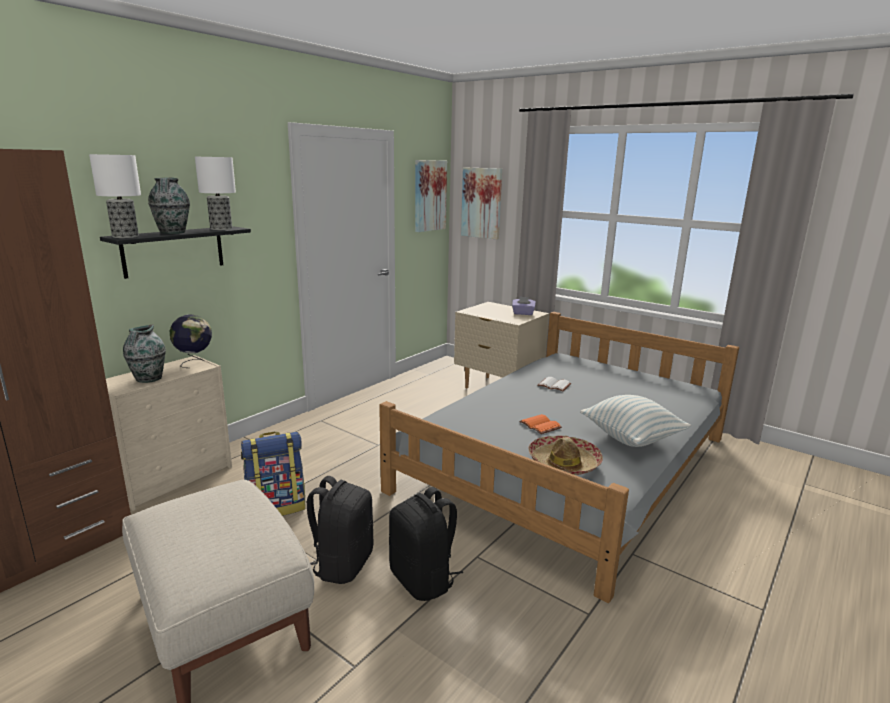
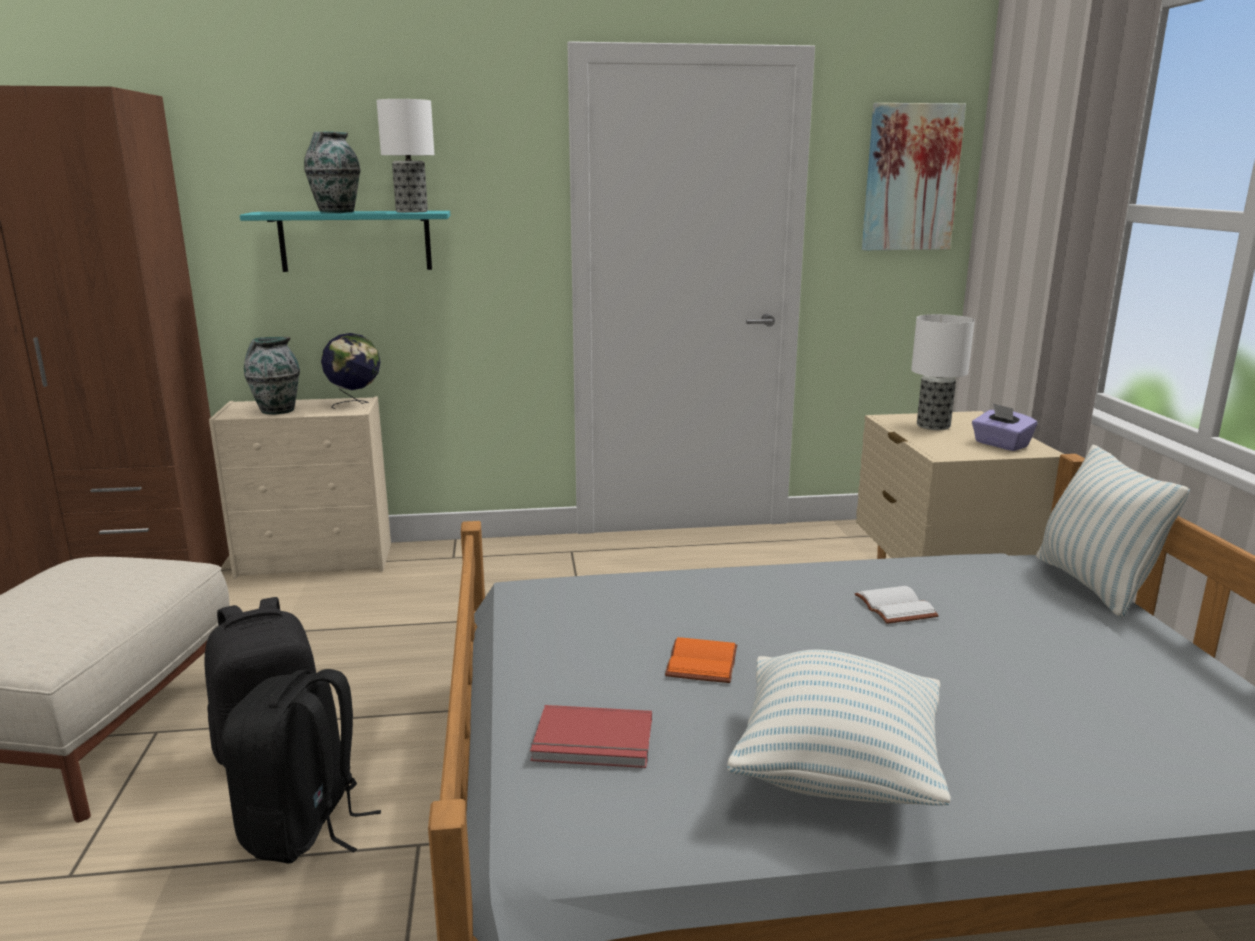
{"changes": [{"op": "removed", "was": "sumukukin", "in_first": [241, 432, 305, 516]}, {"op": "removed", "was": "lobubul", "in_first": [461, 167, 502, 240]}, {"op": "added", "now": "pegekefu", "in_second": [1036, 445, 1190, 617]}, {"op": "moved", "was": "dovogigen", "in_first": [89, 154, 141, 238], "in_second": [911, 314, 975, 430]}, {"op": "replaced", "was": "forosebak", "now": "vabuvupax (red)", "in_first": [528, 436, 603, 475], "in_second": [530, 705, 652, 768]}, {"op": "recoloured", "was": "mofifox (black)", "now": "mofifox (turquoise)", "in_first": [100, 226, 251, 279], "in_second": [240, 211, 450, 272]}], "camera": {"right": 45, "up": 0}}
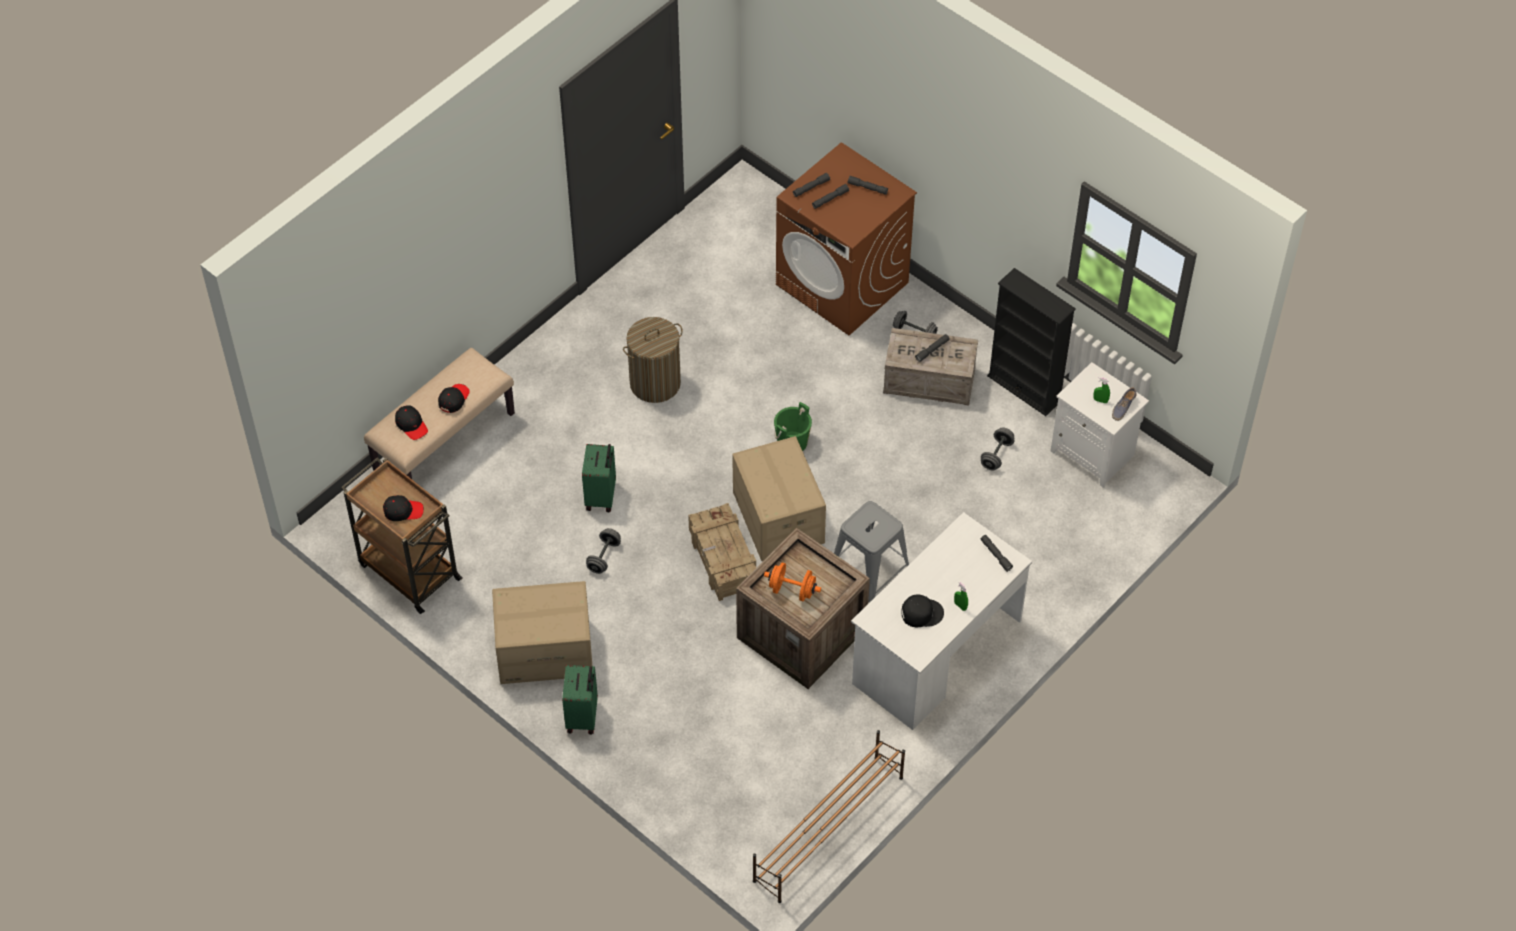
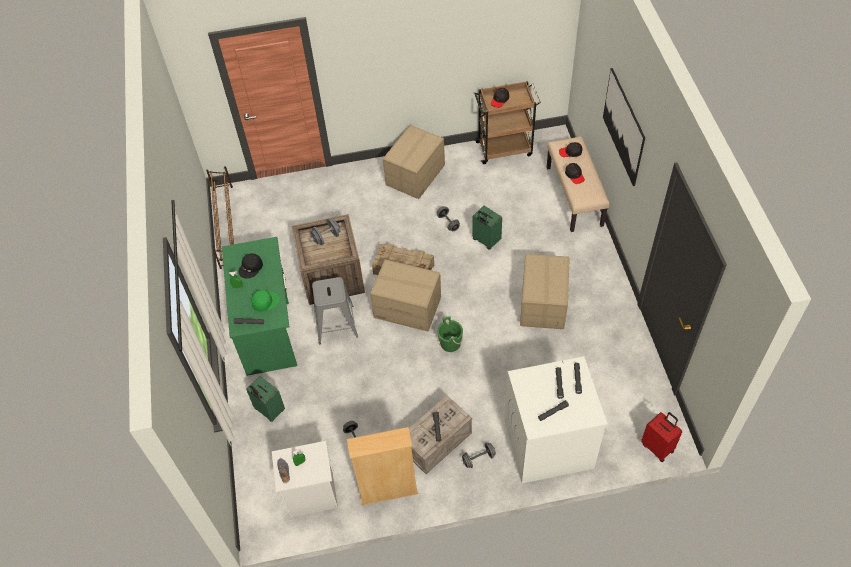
{"changes": [{"op": "added", "now": "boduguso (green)", "in_second": [251, 290, 280, 311]}, {"op": "added", "now": "lobubul", "in_second": [603, 68, 645, 186]}, {"op": "added", "now": "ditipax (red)", "in_second": [641, 412, 682, 462]}, {"op": "moved", "was": "ditipax (green)", "in_first": [562, 665, 598, 734], "in_second": [246, 376, 285, 422]}, {"op": "replaced", "was": "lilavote", "now": "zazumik", "in_first": [623, 317, 683, 403], "in_second": [520, 254, 570, 329]}, {"op": "recoloured", "was": "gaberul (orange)", "now": "gaberul (grey)", "in_first": [764, 562, 821, 601], "in_second": [309, 219, 342, 245]}, {"op": "recoloured", "was": "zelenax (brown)", "now": "zelenax (white)", "in_first": [776, 142, 917, 335], "in_second": [504, 356, 608, 483]}, {"op": "recoloured", "was": "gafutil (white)", "now": "gafutil (green)", "in_first": [851, 512, 1032, 730], "in_second": [222, 237, 297, 376]}, {"op": "recoloured", "was": "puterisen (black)", "now": "puterisen (beige)", "in_first": [987, 268, 1076, 416], "in_second": [347, 427, 418, 505]}], "camera": {"right": 130, "up": 0}}
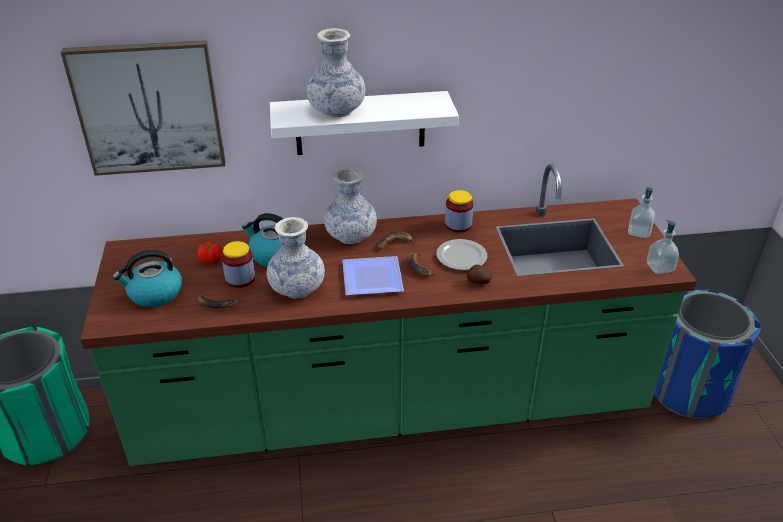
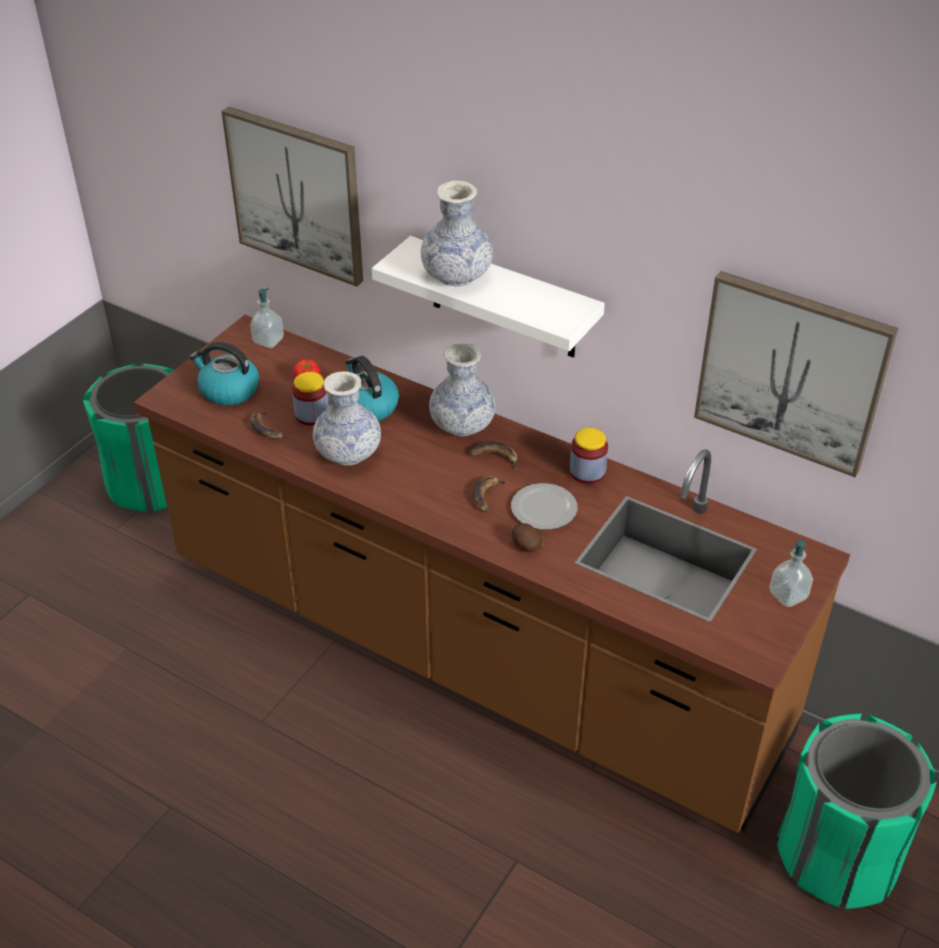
{"changes": [{"op": "removed", "was": "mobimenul", "in_first": [342, 256, 404, 296]}, {"op": "added", "now": "lobubul", "in_second": [694, 271, 898, 477]}, {"op": "moved", "was": "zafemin", "in_first": [647, 220, 679, 274], "in_second": [250, 288, 284, 348]}, {"op": "recoloured", "was": "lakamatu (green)", "now": "lakamatu (brown)", "in_first": [81, 164, 697, 466], "in_second": [134, 315, 850, 833]}, {"op": "recoloured", "was": "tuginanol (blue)", "now": "tuginanol (green)", "in_first": [654, 290, 761, 419], "in_second": [777, 713, 937, 909]}], "camera": {"right": 40, "up": 5}}
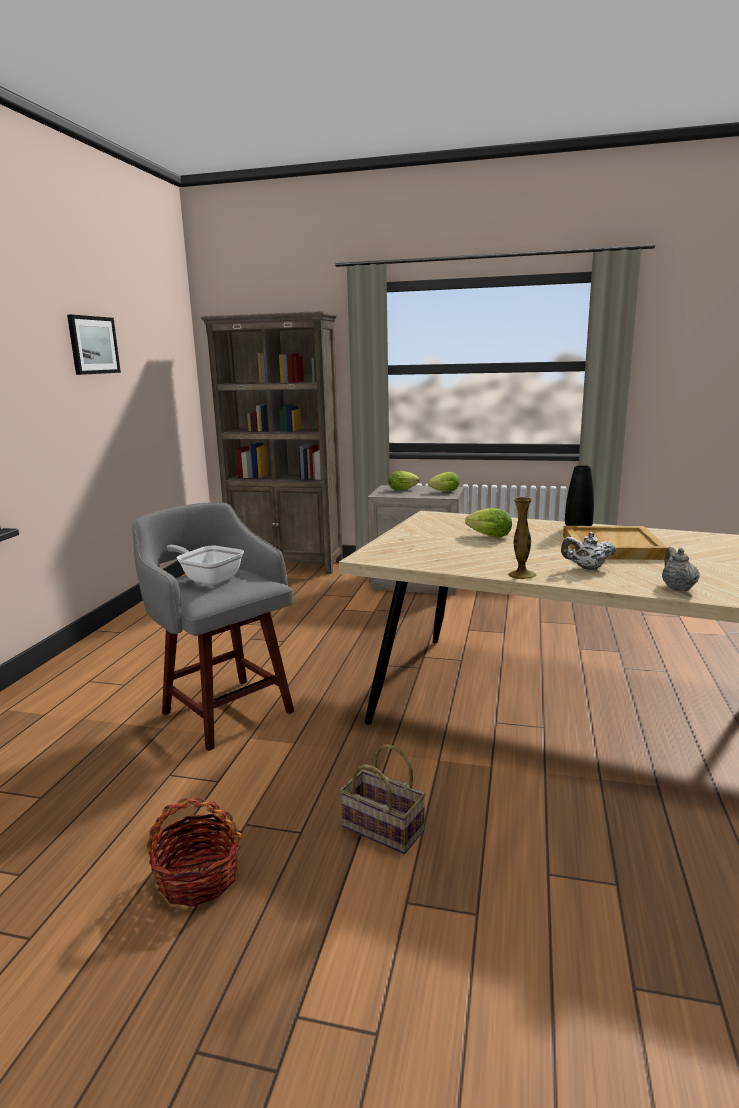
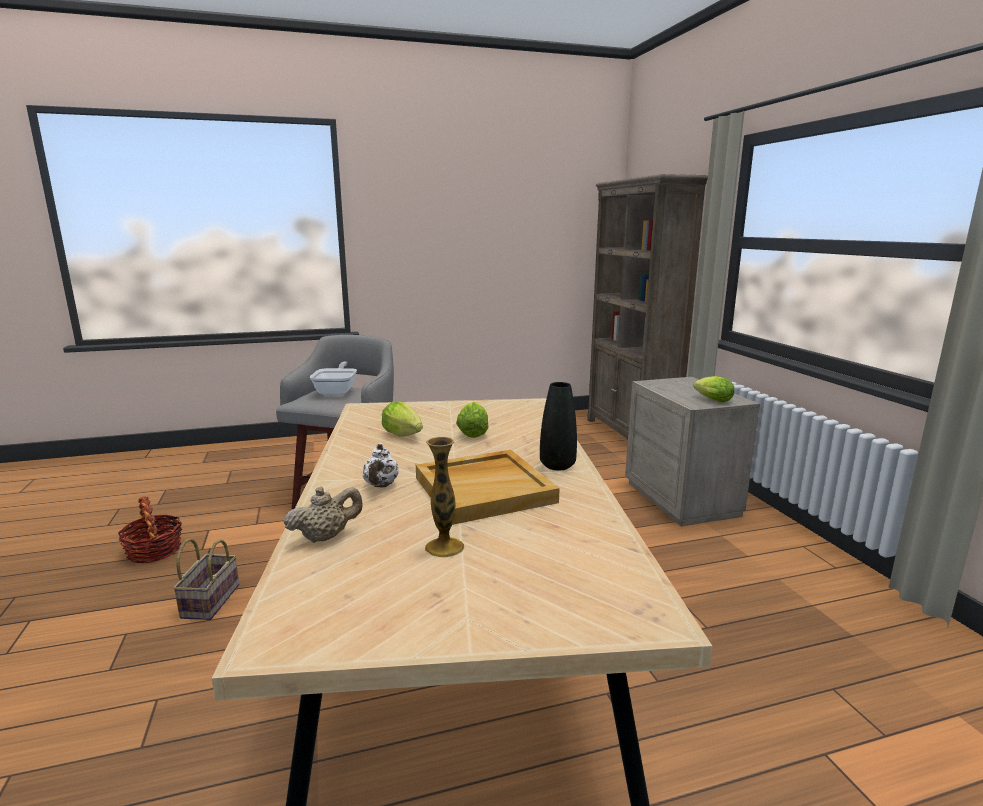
{"changes": [{"op": "removed", "was": "lobubul", "in_first": [67, 314, 121, 375]}, {"op": "moved", "was": "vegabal", "in_first": [389, 471, 419, 490], "in_second": [382, 401, 423, 436]}, {"op": "moved", "was": "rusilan", "in_first": [508, 497, 536, 579], "in_second": [425, 437, 464, 558]}, {"op": "turned", "was": "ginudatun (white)", "in_first": [561, 532, 616, 570], "in_second": [362, 443, 398, 487], "clockwise": -150}], "camera": {"right": 60, "up": 0}}
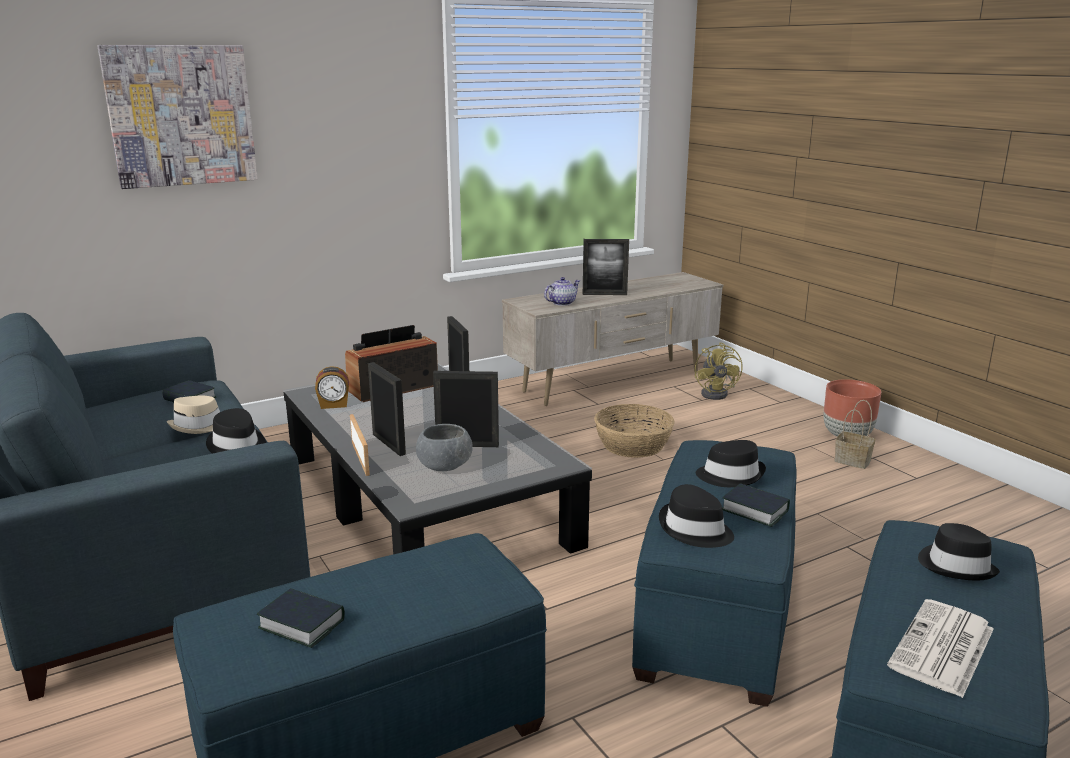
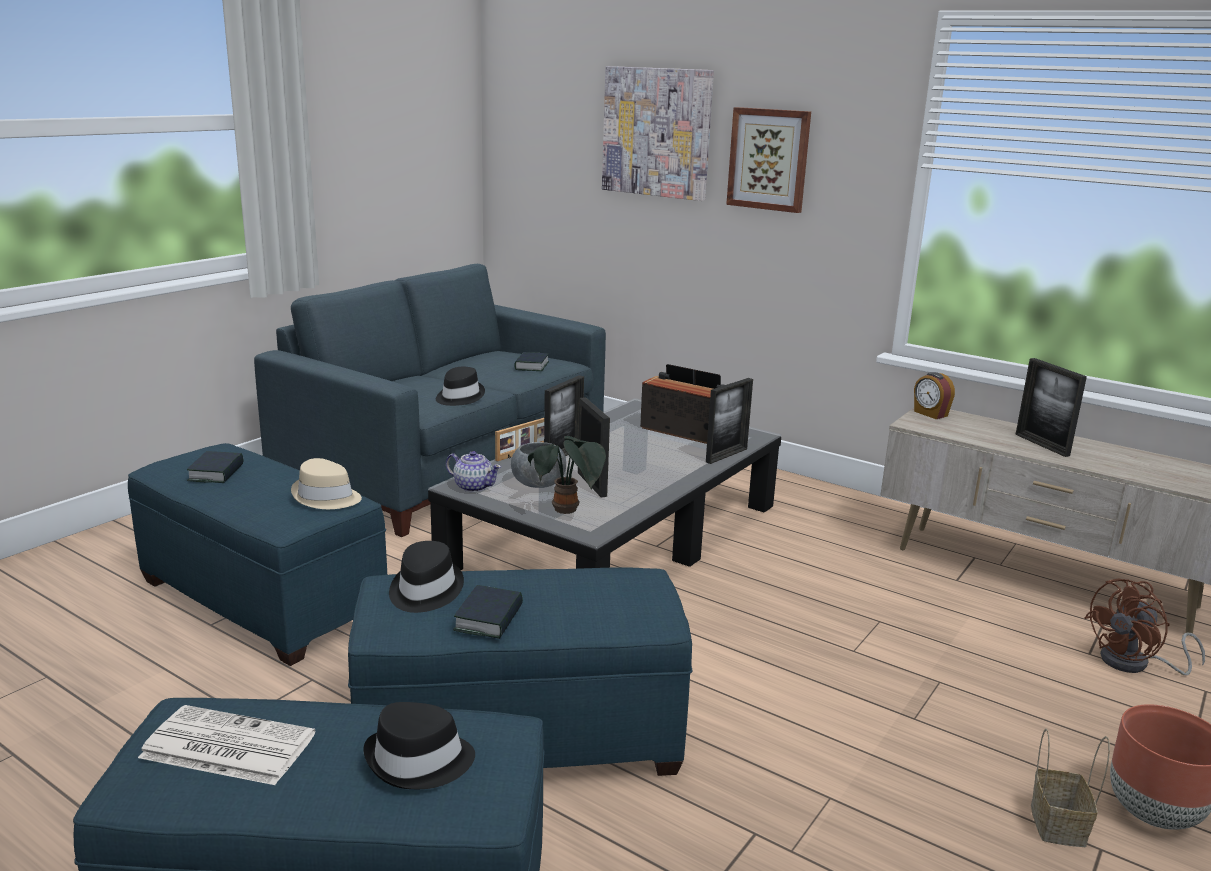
{"changes": [{"op": "removed", "was": "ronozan", "in_first": [594, 404, 674, 458]}, {"op": "removed", "was": "forosebak (black)", "in_first": [696, 440, 766, 487]}, {"op": "added", "now": "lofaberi", "in_second": [528, 436, 606, 514]}, {"op": "added", "now": "lobubul", "in_second": [726, 107, 811, 213]}, {"op": "moved", "was": "forosebak (beige)", "in_first": [167, 396, 220, 434], "in_second": [291, 458, 362, 509]}, {"op": "moved", "was": "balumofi", "in_first": [315, 366, 349, 409], "in_second": [914, 372, 955, 419]}, {"op": "moved", "was": "ginudatun", "in_first": [544, 277, 580, 306], "in_second": [446, 451, 501, 492]}, {"op": "recoloured", "was": "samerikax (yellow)", "now": "samerikax (brown)", "in_first": [694, 342, 742, 400], "in_second": [1084, 579, 1205, 675]}], "camera": {"right": 65, "up": 0}}
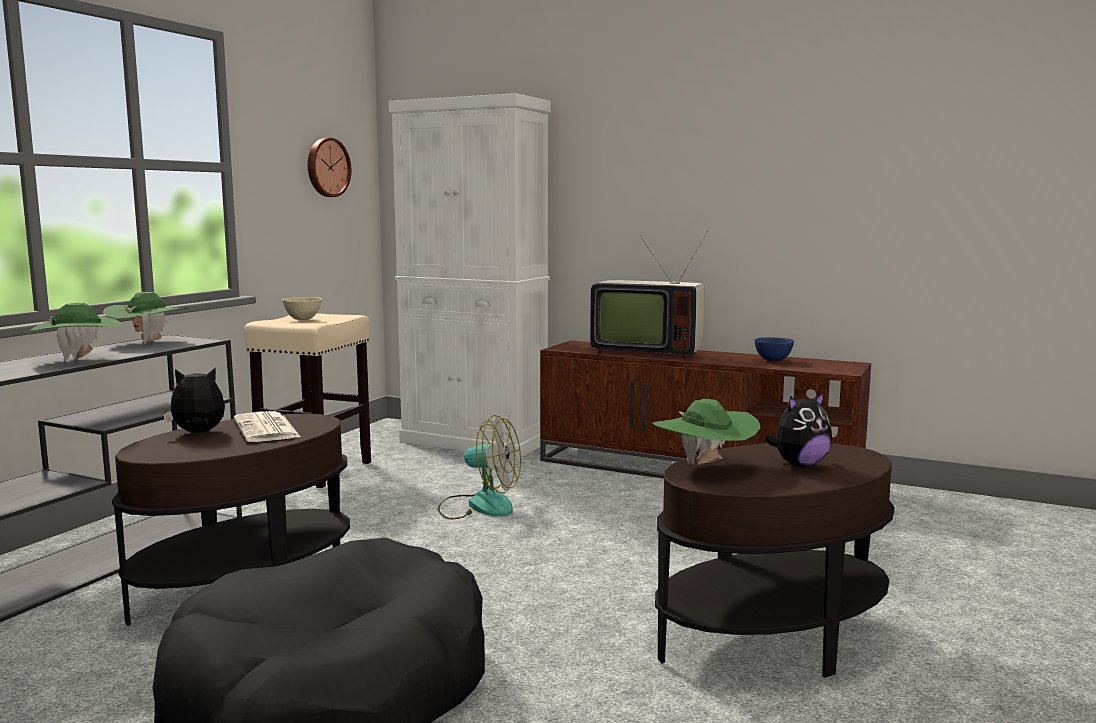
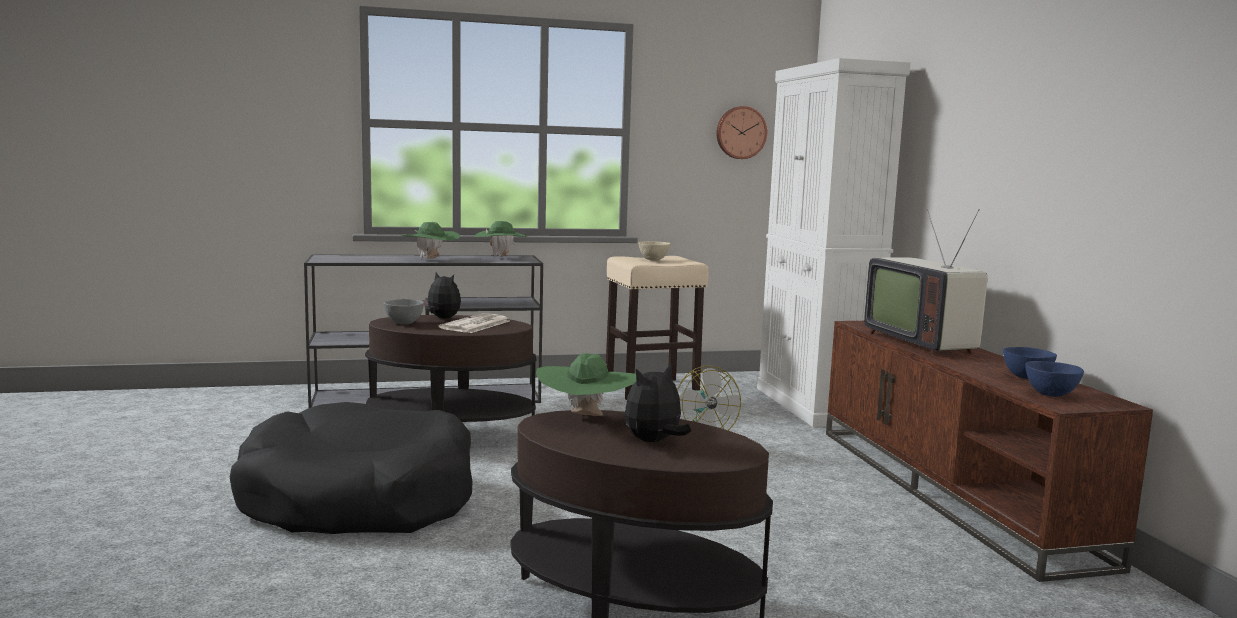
{"changes": [{"op": "added", "now": "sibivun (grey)", "in_second": [384, 299, 424, 324]}, {"op": "added", "now": "sibivun (blue)", "in_second": [1025, 361, 1084, 397]}, {"op": "turned", "was": "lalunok", "in_first": [765, 392, 832, 467], "in_second": [625, 364, 691, 442], "clockwise": 120}], "camera": {"right": 50, "up": 0}}
